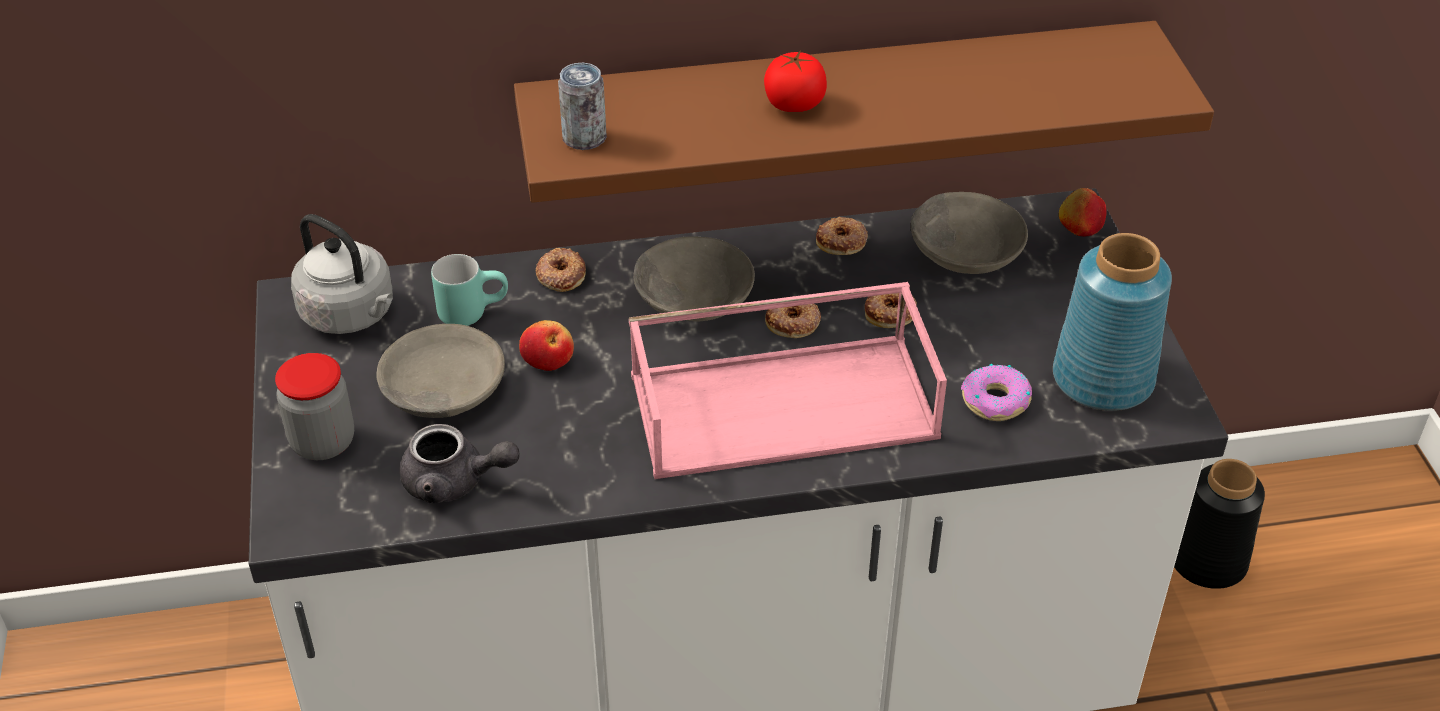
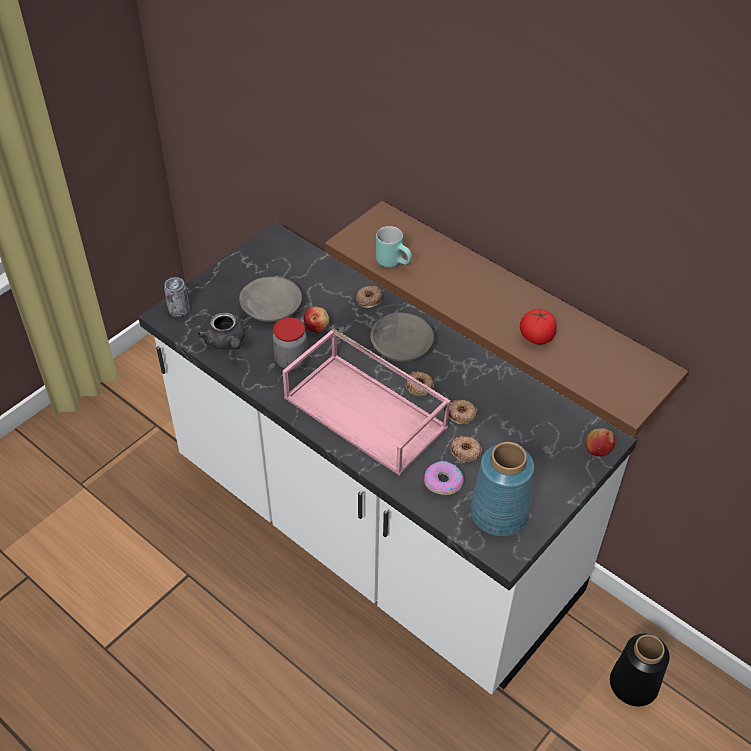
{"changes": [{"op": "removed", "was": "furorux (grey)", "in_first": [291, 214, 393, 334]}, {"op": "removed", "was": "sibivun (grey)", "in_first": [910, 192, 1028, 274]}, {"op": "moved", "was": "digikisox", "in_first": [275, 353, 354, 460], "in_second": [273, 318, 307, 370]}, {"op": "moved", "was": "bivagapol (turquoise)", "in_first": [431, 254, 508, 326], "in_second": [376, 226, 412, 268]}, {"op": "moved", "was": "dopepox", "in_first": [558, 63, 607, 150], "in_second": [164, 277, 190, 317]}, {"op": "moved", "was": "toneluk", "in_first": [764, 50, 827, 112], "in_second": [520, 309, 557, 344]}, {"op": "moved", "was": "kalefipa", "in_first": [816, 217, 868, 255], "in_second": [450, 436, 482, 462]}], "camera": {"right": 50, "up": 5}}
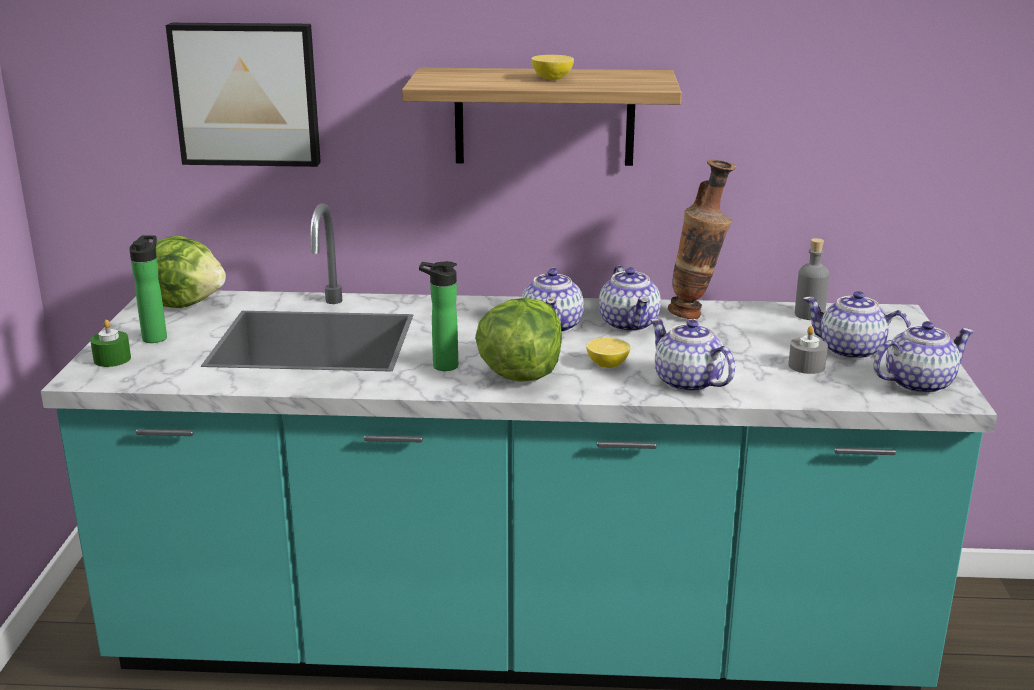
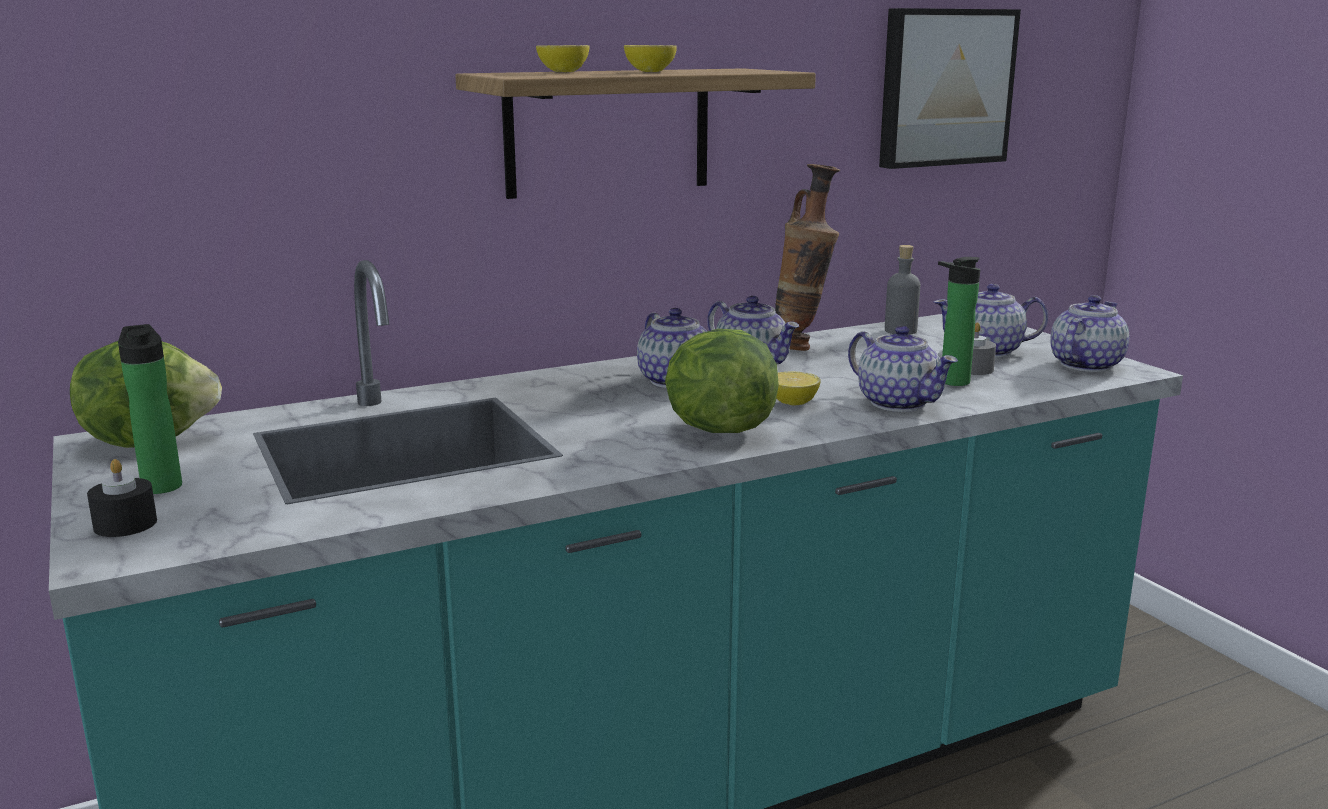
{"changes": [{"op": "added", "now": "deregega", "in_second": [536, 45, 590, 72]}, {"op": "moved", "was": "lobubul", "in_first": [166, 23, 321, 167], "in_second": [879, 8, 1021, 169]}, {"op": "moved", "was": "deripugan", "in_first": [419, 261, 458, 371], "in_second": [938, 257, 980, 386]}, {"op": "recoloured", "was": "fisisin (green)", "now": "fisisin (black)", "in_first": [90, 320, 131, 367], "in_second": [87, 459, 157, 537]}, {"op": "turned", "was": "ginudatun", "in_first": [650, 319, 735, 393], "in_second": [848, 326, 958, 412], "clockwise": -150}], "camera": {"right": -30, "up": -5}}
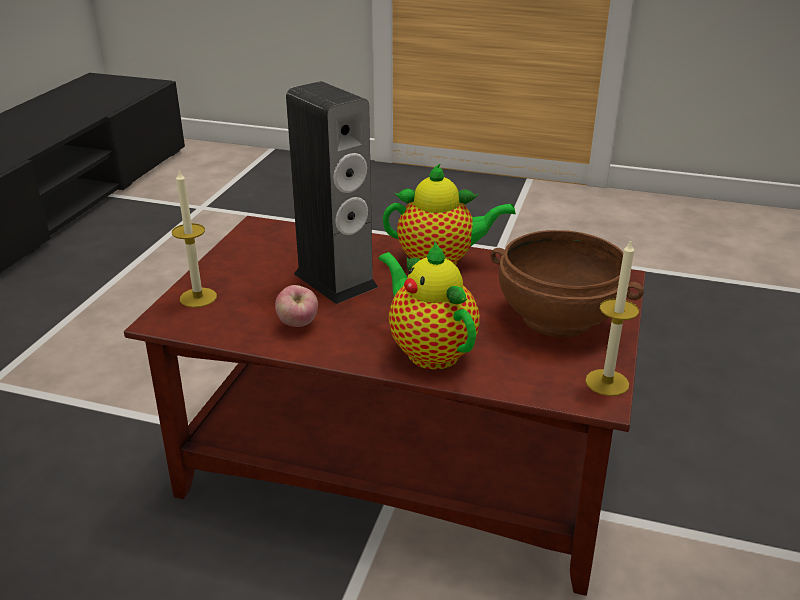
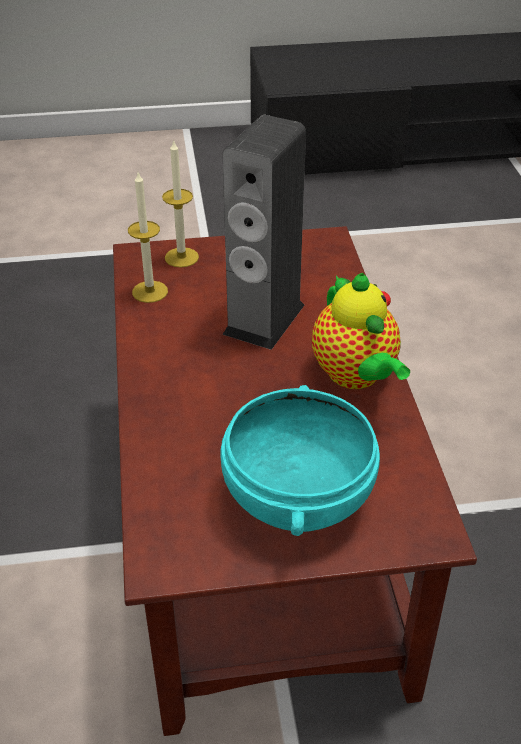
{"changes": [{"op": "removed", "was": "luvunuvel", "in_first": [275, 285, 318, 327]}, {"op": "removed", "was": "ginudatun", "in_first": [378, 240, 480, 370]}, {"op": "moved", "was": "fisisin", "in_first": [585, 239, 639, 396], "in_second": [128, 173, 168, 303]}, {"op": "recoloured", "was": "sibivun (brown)", "now": "sibivun (turquoise)", "in_first": [490, 230, 644, 338], "in_second": [221, 385, 380, 536]}], "camera": {"right": 65, "up": 10}}
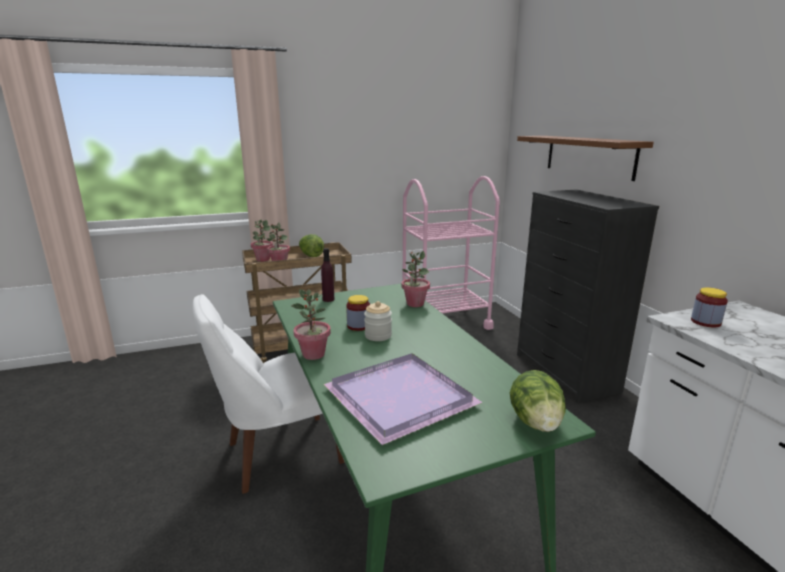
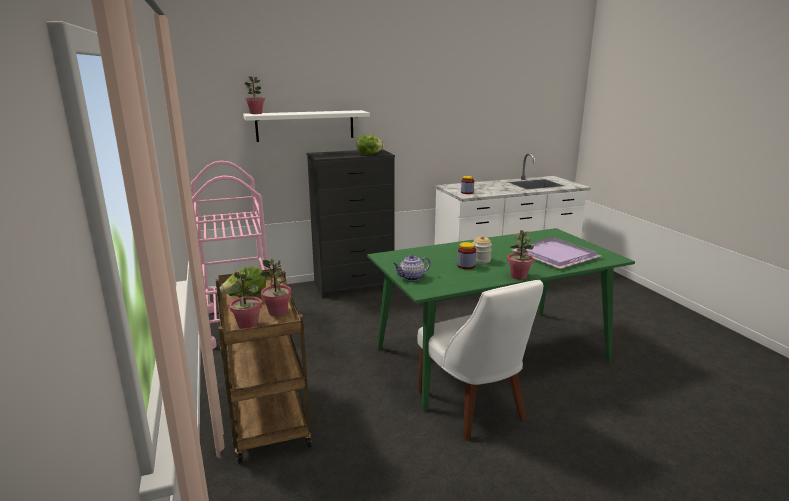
{"changes": [{"op": "moved", "was": "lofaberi", "in_first": [401, 251, 430, 307], "in_second": [245, 76, 265, 114]}, {"op": "moved", "was": "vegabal", "in_first": [510, 370, 566, 432], "in_second": [357, 135, 384, 155]}, {"op": "replaced", "was": "deripugan (purple)", "now": "ginudatun", "in_first": [321, 248, 334, 302], "in_second": [393, 255, 431, 281]}, {"op": "recoloured", "was": "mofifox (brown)", "now": "mofifox (white)", "in_first": [517, 136, 654, 181], "in_second": [243, 110, 370, 142]}], "camera": {"right": -90, "up": 0}}
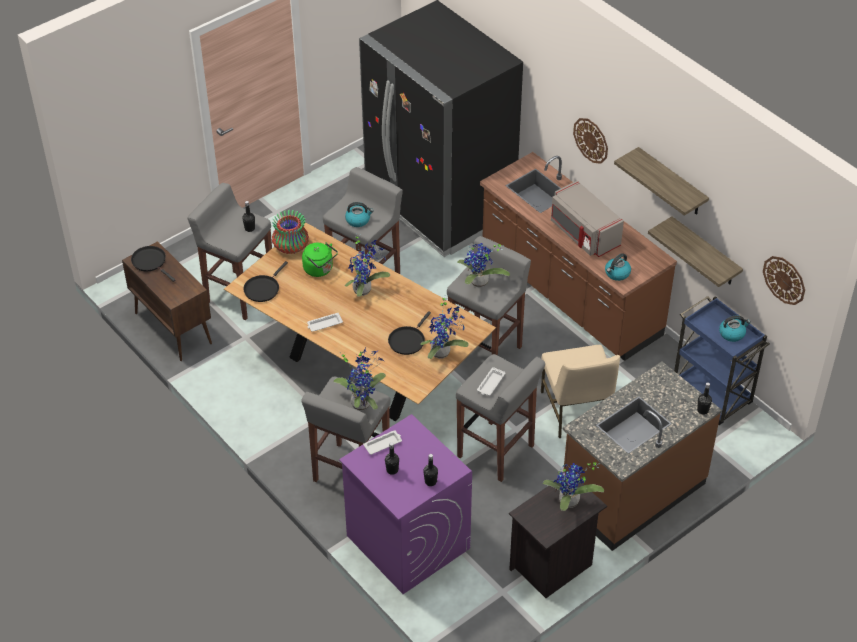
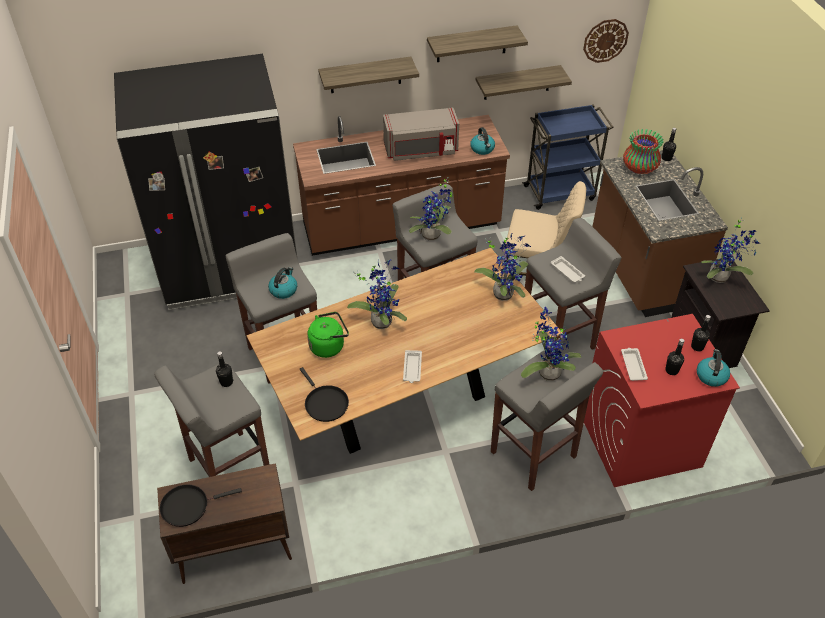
{"changes": [{"op": "removed", "was": "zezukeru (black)", "in_first": [388, 311, 431, 355]}, {"op": "moved", "was": "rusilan", "in_first": [272, 210, 309, 254], "in_second": [623, 129, 664, 174]}, {"op": "moved", "was": "furorux", "in_first": [719, 315, 751, 342], "in_second": [697, 349, 730, 387]}, {"op": "replaced", "was": "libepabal", "now": "mofifox", "in_first": [573, 118, 608, 164], "in_second": [318, 57, 419, 93]}, {"op": "recoloured", "was": "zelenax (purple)", "now": "zelenax (red)", "in_first": [339, 414, 472, 594], "in_second": [584, 314, 740, 487]}], "camera": {"right": -65, "up": 0}}
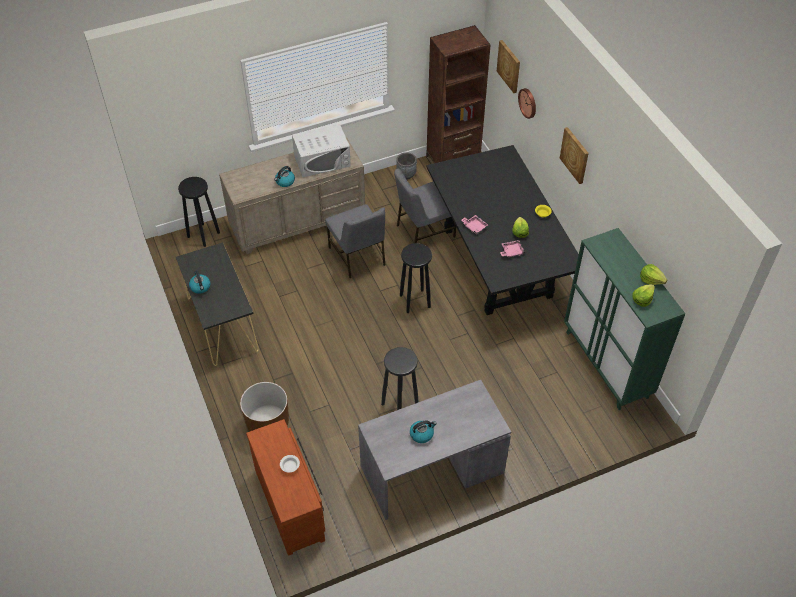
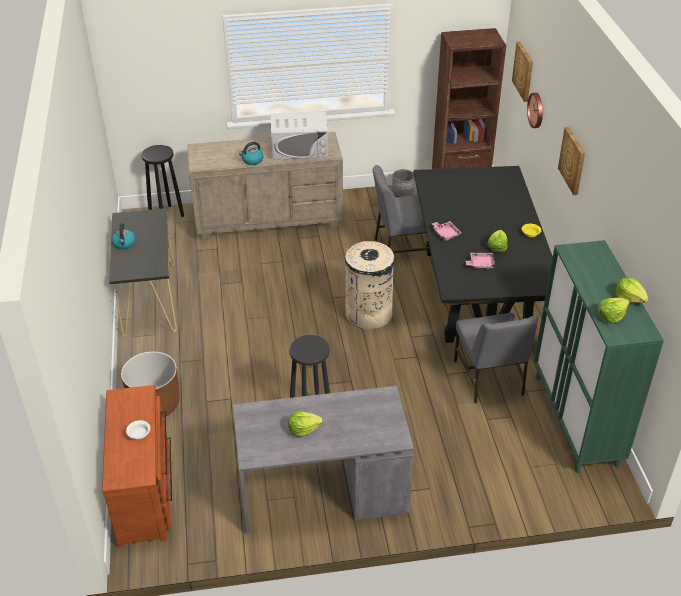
{"changes": [{"op": "moved", "was": "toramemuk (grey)", "in_first": [325, 204, 385, 278], "in_second": [454, 313, 539, 403]}, {"op": "replaced", "was": "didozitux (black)", "now": "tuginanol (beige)", "in_first": [400, 243, 432, 313], "in_second": [345, 241, 394, 330]}, {"op": "replaced", "was": "furorux", "now": "vegabal", "in_first": [410, 421, 437, 443], "in_second": [288, 411, 323, 437]}], "camera": {"right": 15, "up": -10}}
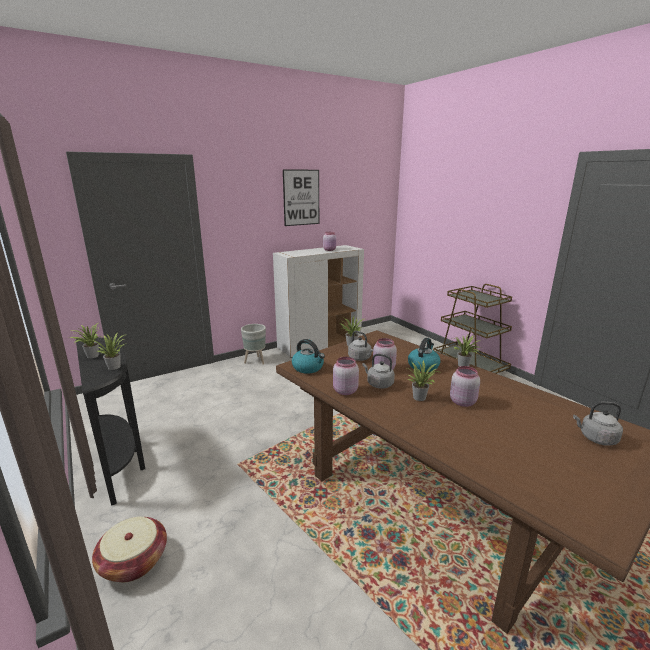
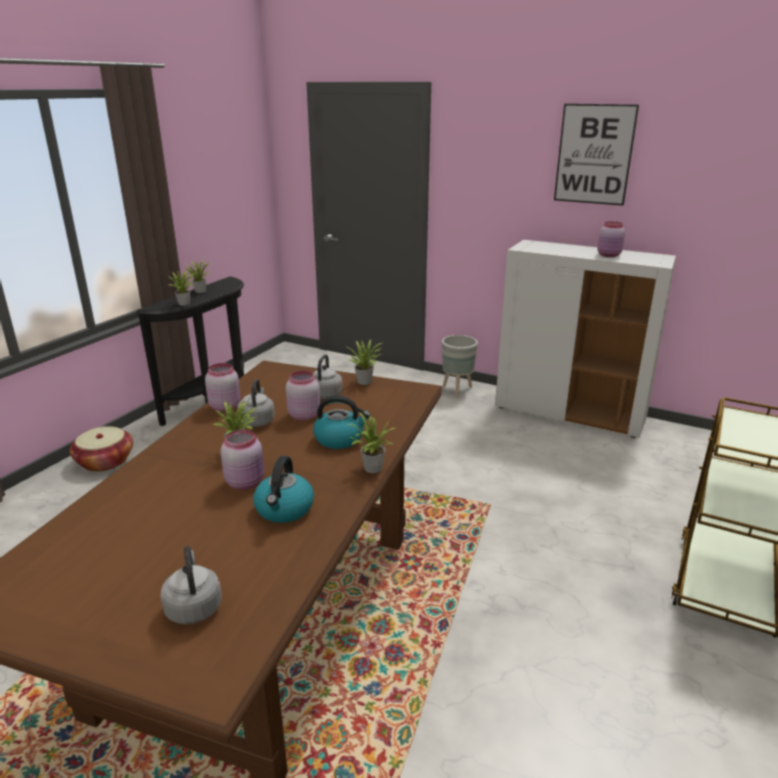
{"changes": [{"op": "moved", "was": "furorux", "in_first": [292, 339, 325, 373], "in_second": [253, 456, 314, 523]}], "camera": {"right": 60, "up": 5}}
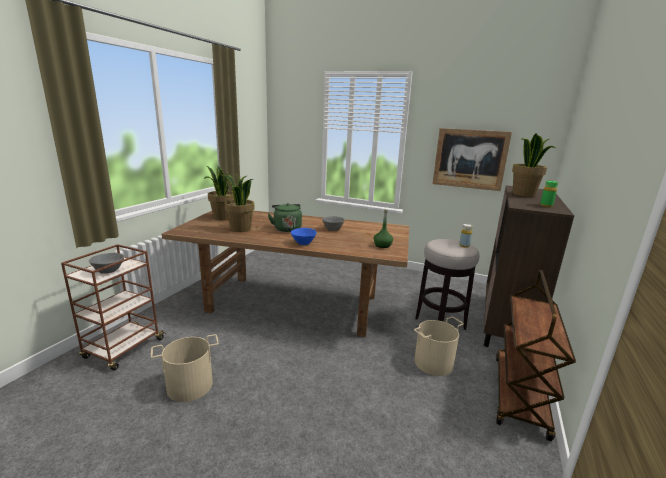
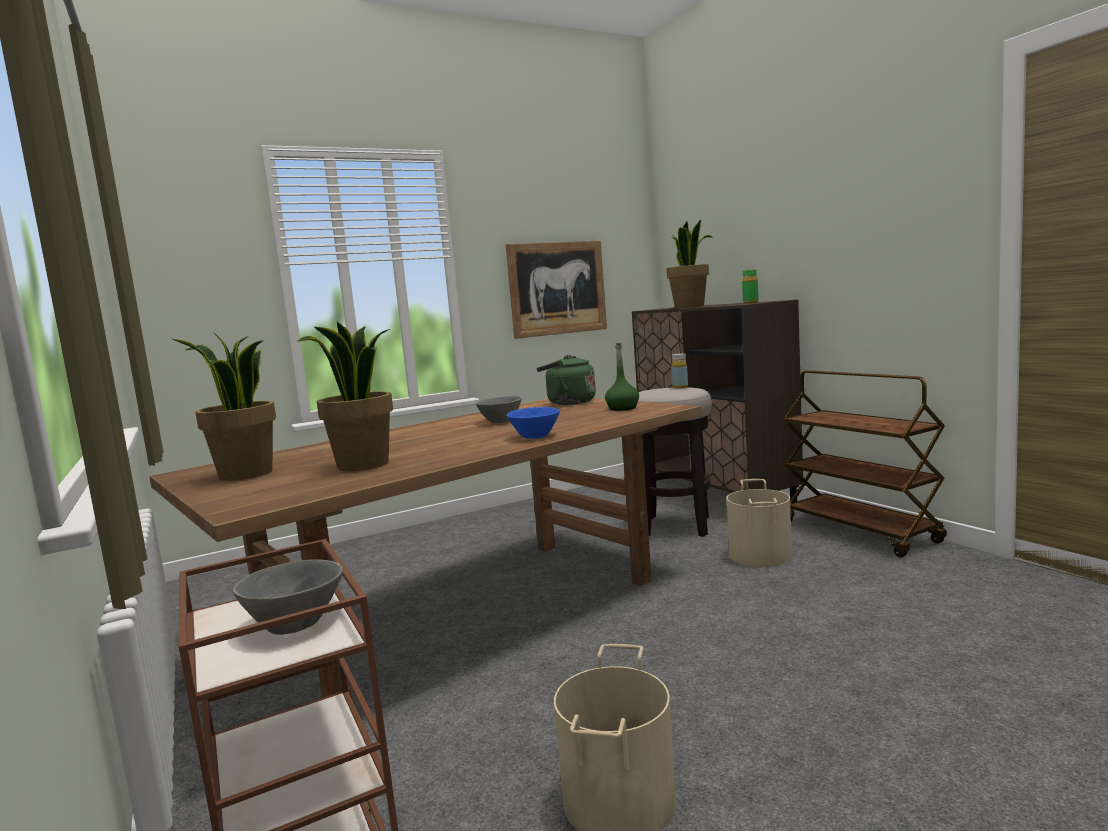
{"changes": [{"op": "moved", "was": "furorux (green)", "in_first": [268, 203, 302, 232], "in_second": [537, 355, 596, 405]}], "camera": {"right": -50, "up": -10}}
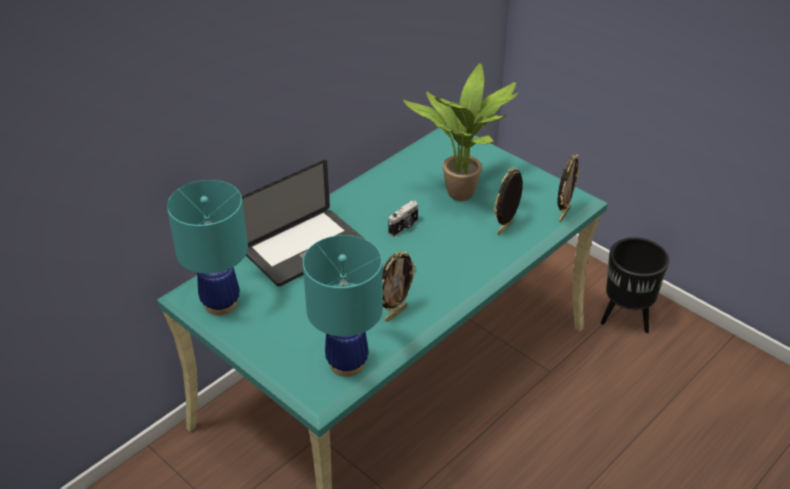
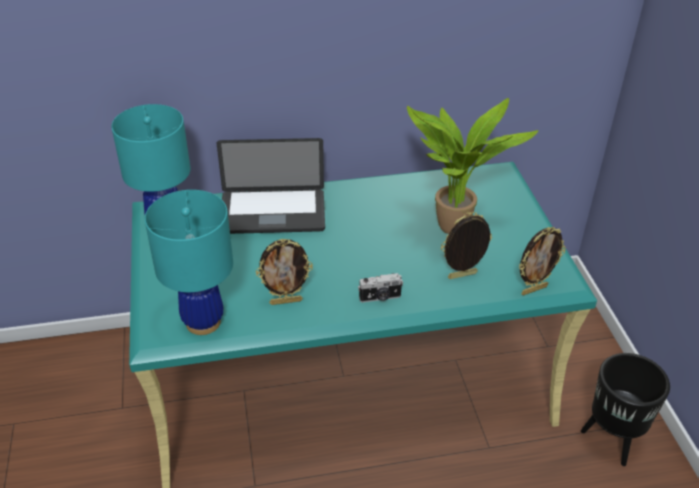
{"changes": [{"op": "moved", "was": "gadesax", "in_first": [388, 201, 418, 237], "in_second": [358, 273, 403, 303]}], "camera": {"right": 35, "up": 0}}
